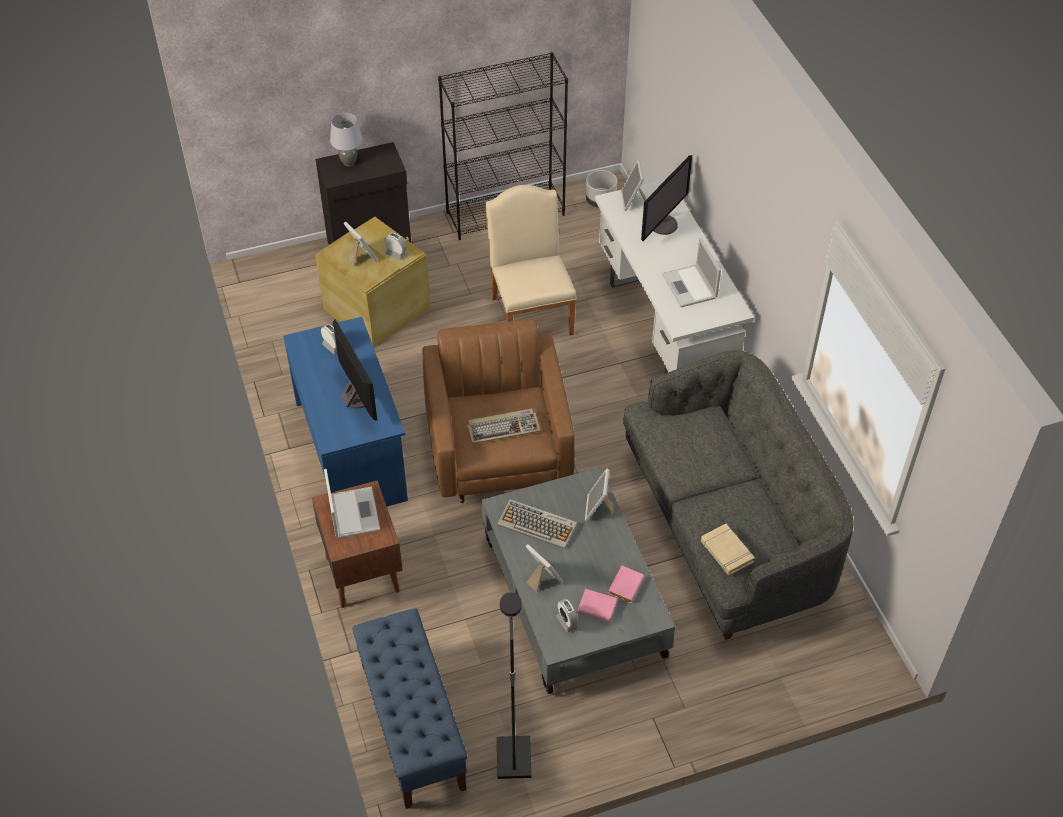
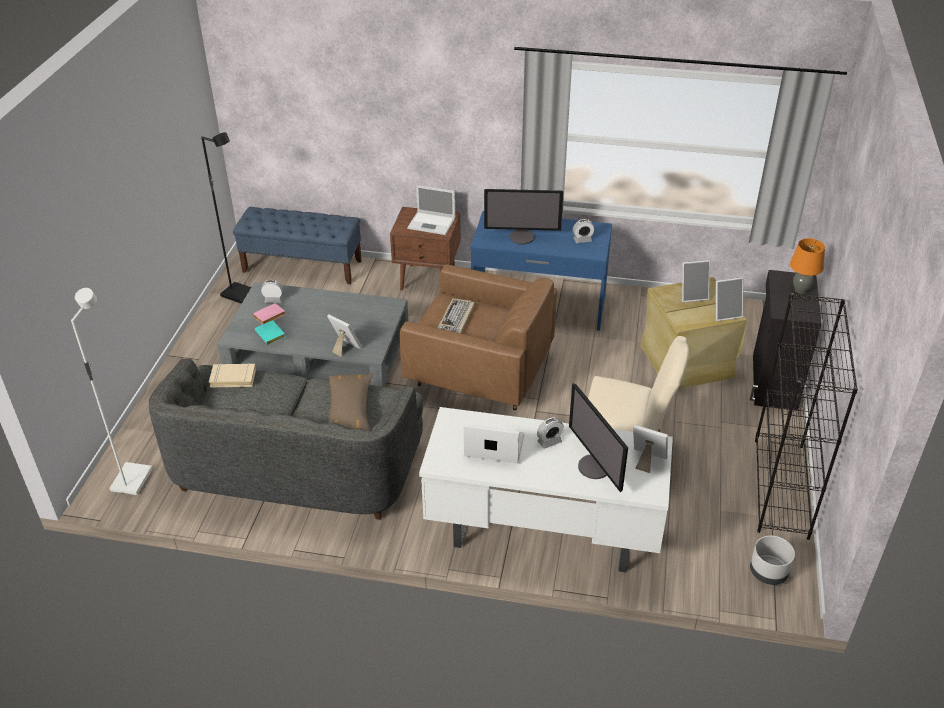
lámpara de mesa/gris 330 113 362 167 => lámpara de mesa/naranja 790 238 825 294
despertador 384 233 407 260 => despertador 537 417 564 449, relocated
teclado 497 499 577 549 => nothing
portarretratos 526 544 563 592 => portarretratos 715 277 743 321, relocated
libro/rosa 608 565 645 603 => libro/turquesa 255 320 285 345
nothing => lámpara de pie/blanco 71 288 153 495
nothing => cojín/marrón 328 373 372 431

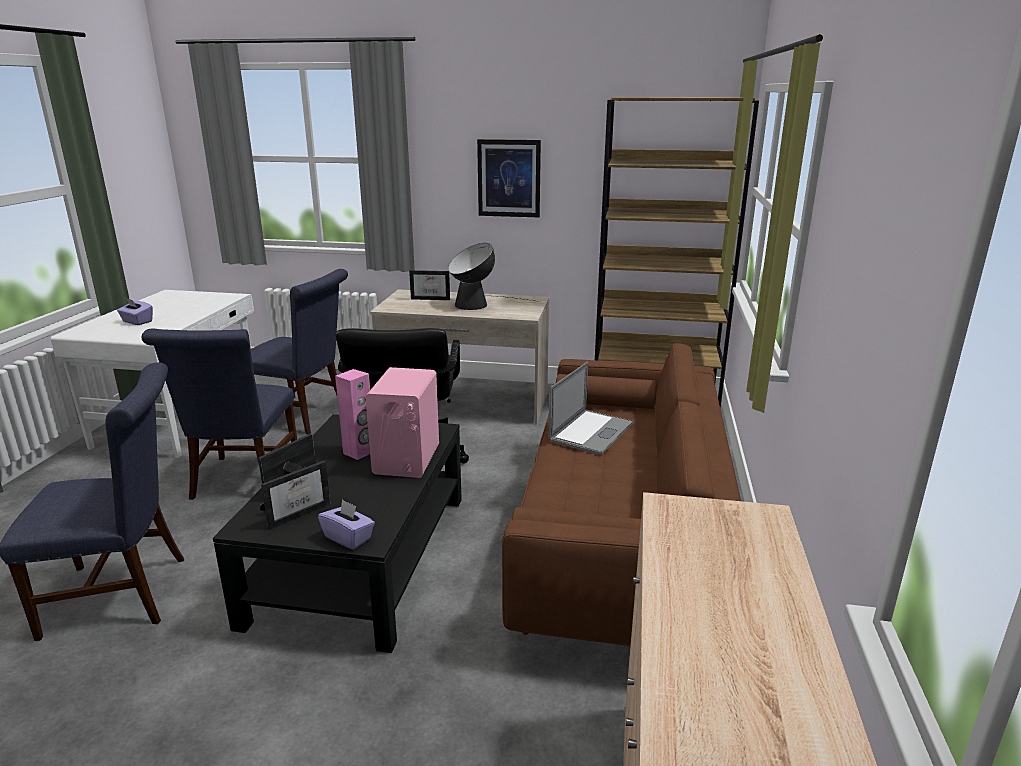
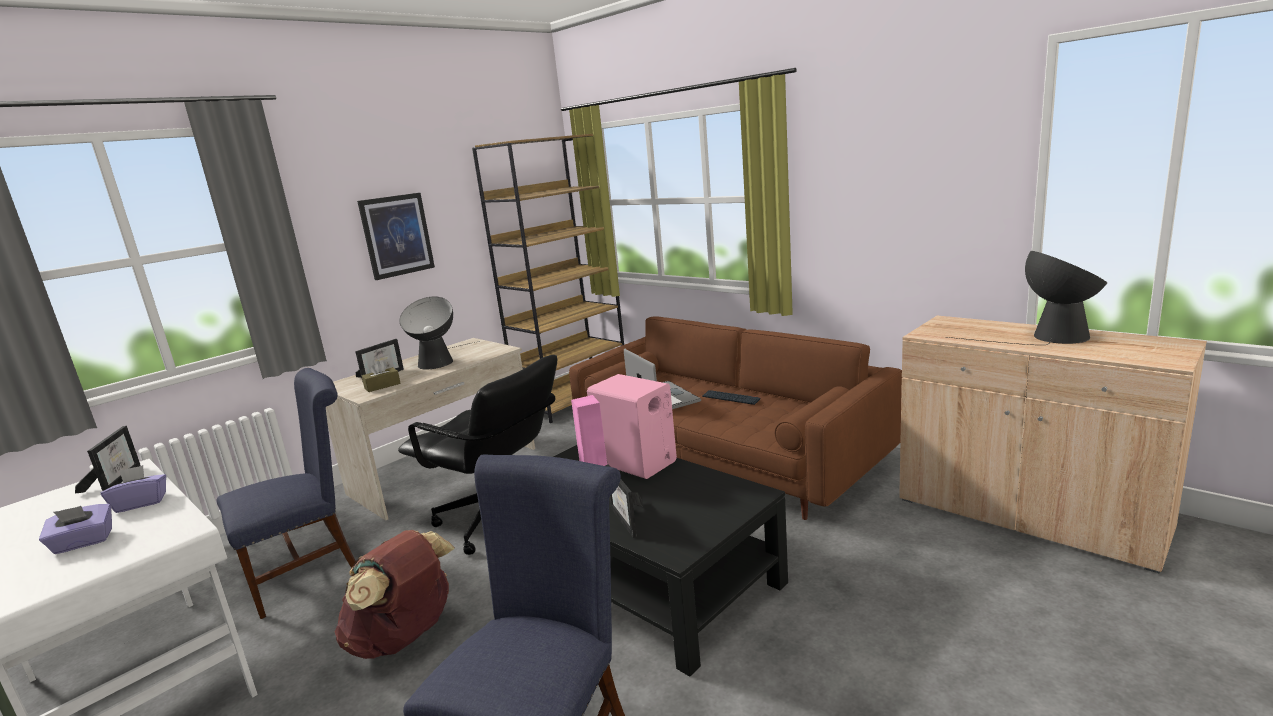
silla/azul 142 329 297 500 => mochila/marrón 334 530 455 659
portarretratos 260 461 330 529 => portarretratos 75 426 141 493, relocated
caja de pañuelos/morado 318 499 375 550 => caja de pañuelos/morado 100 465 166 513, relocated
nothing => lámpara de mesa 947 251 1107 345
nothing => caja de pañuelos/marrón 362 361 401 392
nothing => teclado 702 390 760 405

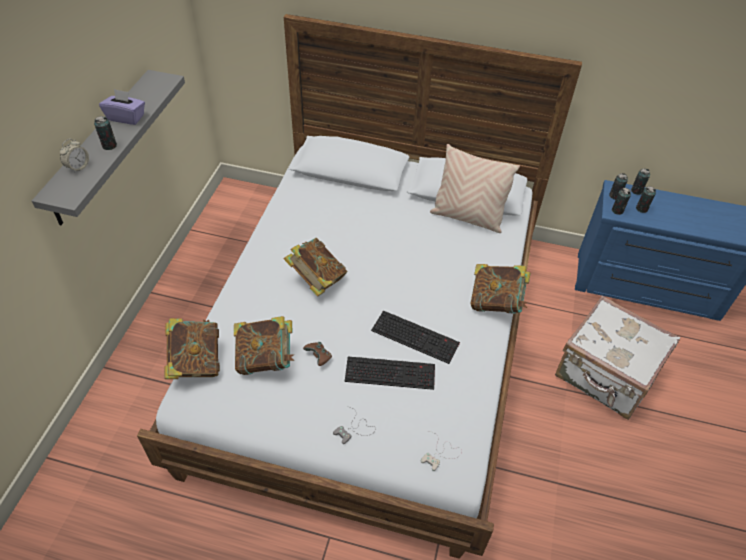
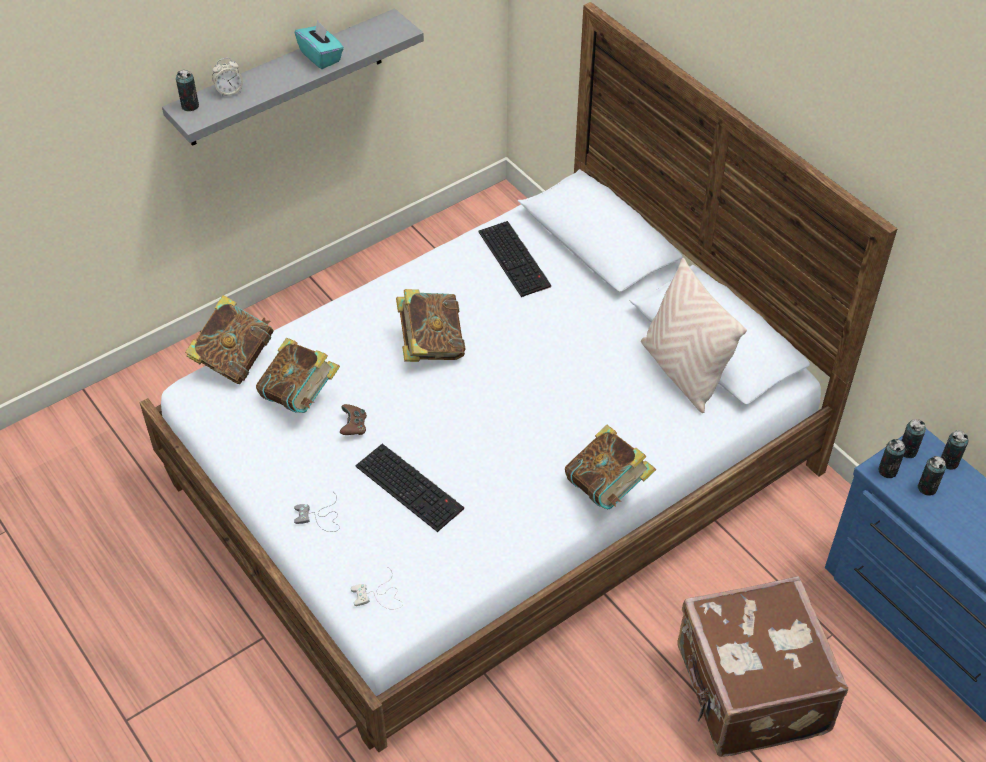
caja de pañuelos/morado 99 89 145 125 => caja de pañuelos/turquesa 295 20 344 69
lata 94 116 117 150 => lata 176 70 199 111, relocated
maleta/blanco 555 296 680 420 => maleta/marrón 677 576 848 757
teclado 371 311 460 364 => teclado 478 221 551 297, relocated

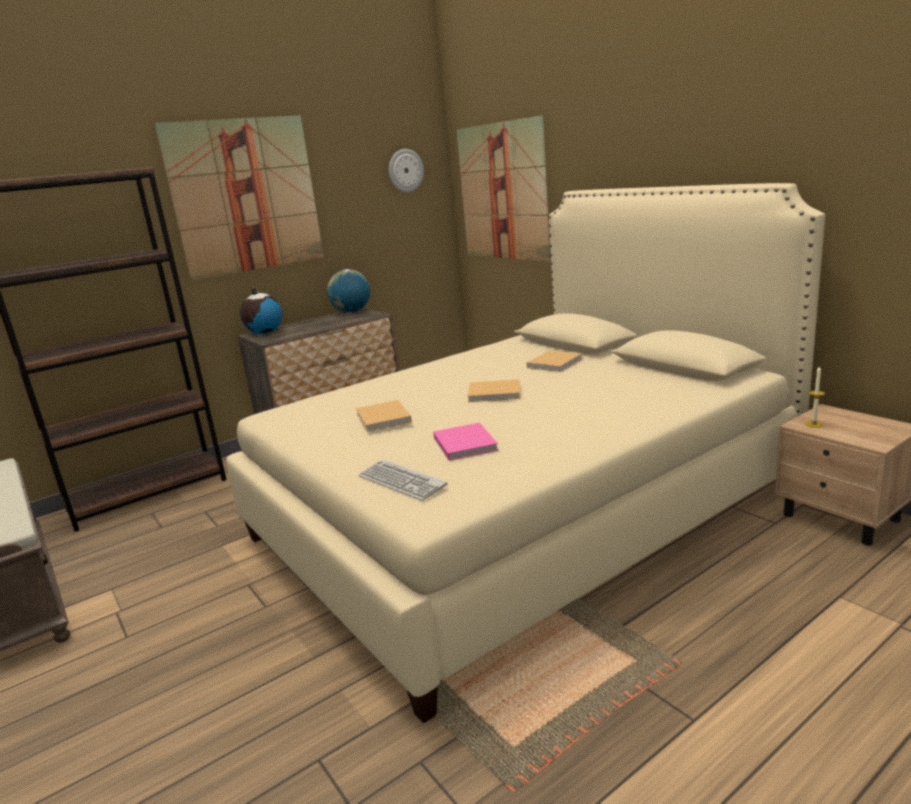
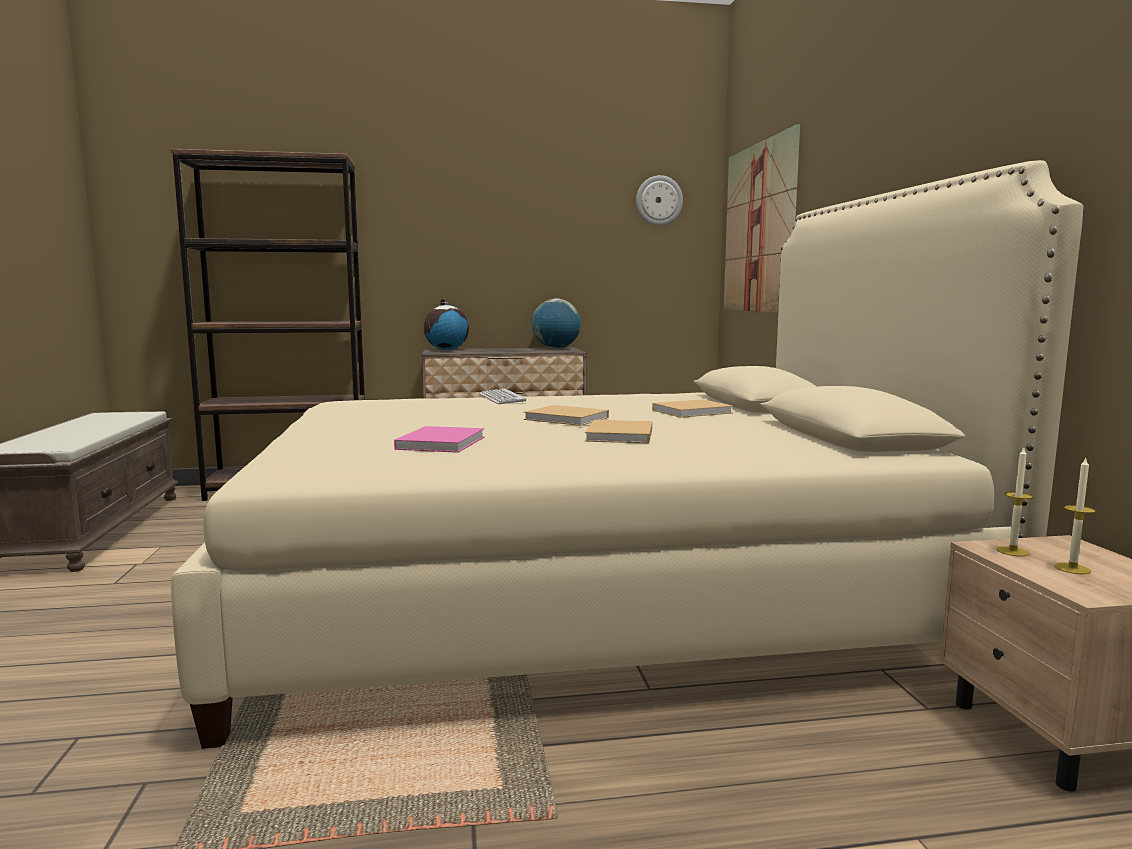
cuadro 154 115 324 281 => nothing
libro/beis 356 400 412 432 => libro/beis 585 420 652 443, relocated
teclado 358 459 447 501 => teclado 479 389 526 404, relocated
nothing => vela 1055 458 1096 574

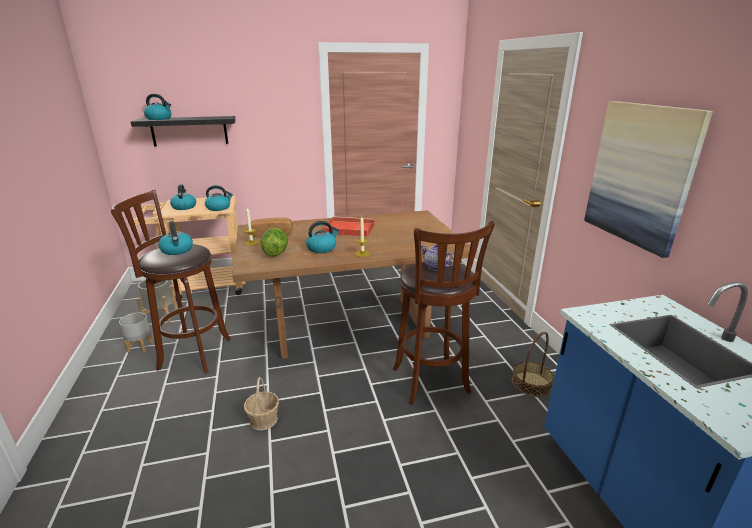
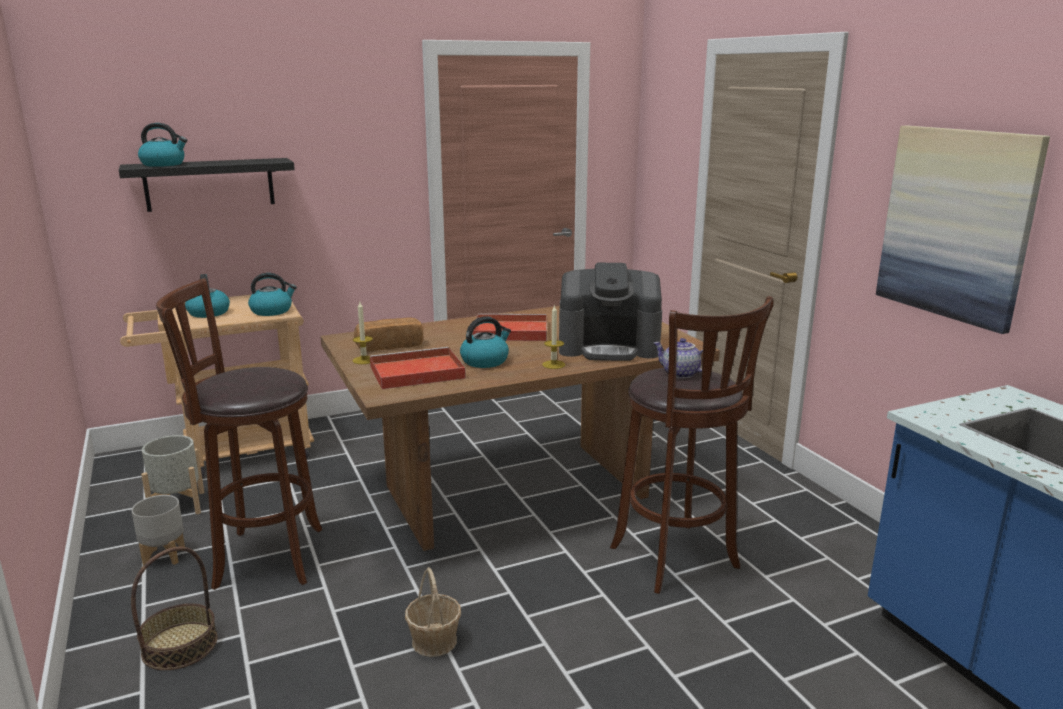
hervidor 158 221 193 255 => nothing
lechuga 260 228 288 257 => bandeja/rojo 370 347 466 389
cesta 512 332 554 397 => cesta 131 547 218 670, relocated
nothing => cafetera 559 263 662 361

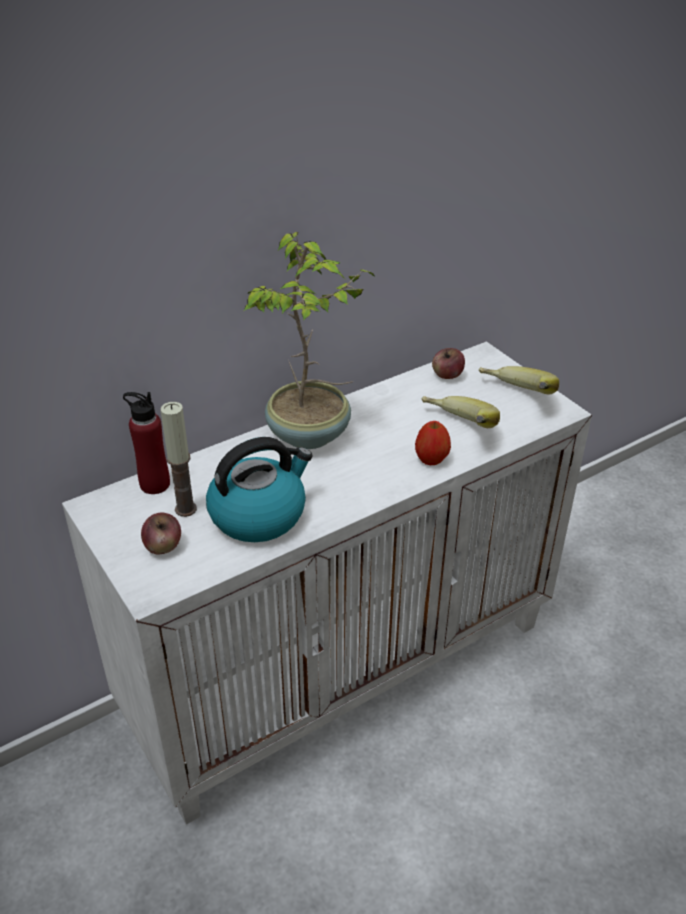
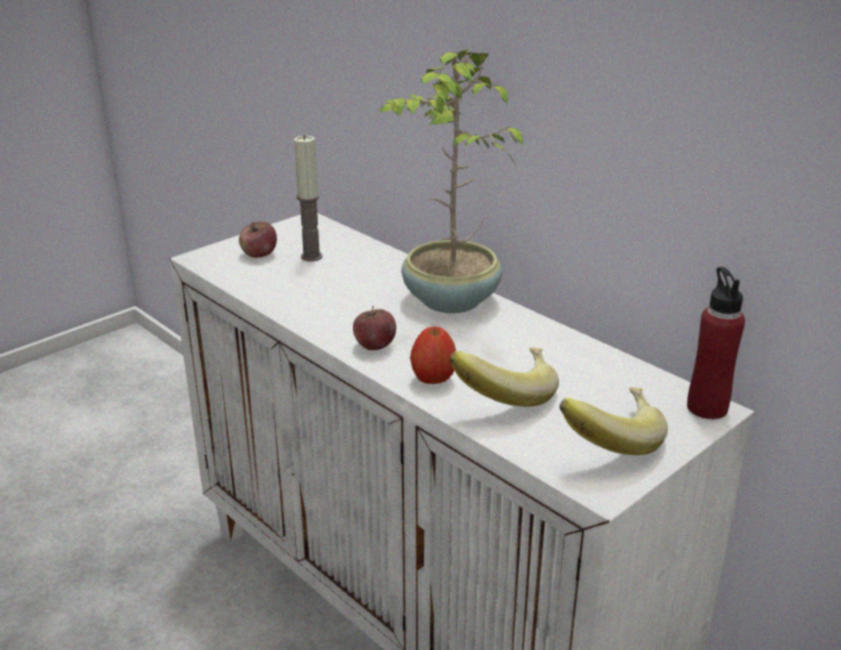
manzana 432 348 465 379 => manzana 353 306 396 350, relocated
botella/rojo 123 392 170 494 => botella/rojo 687 267 745 419, relocated
hervidor 206 437 313 542 => nothing

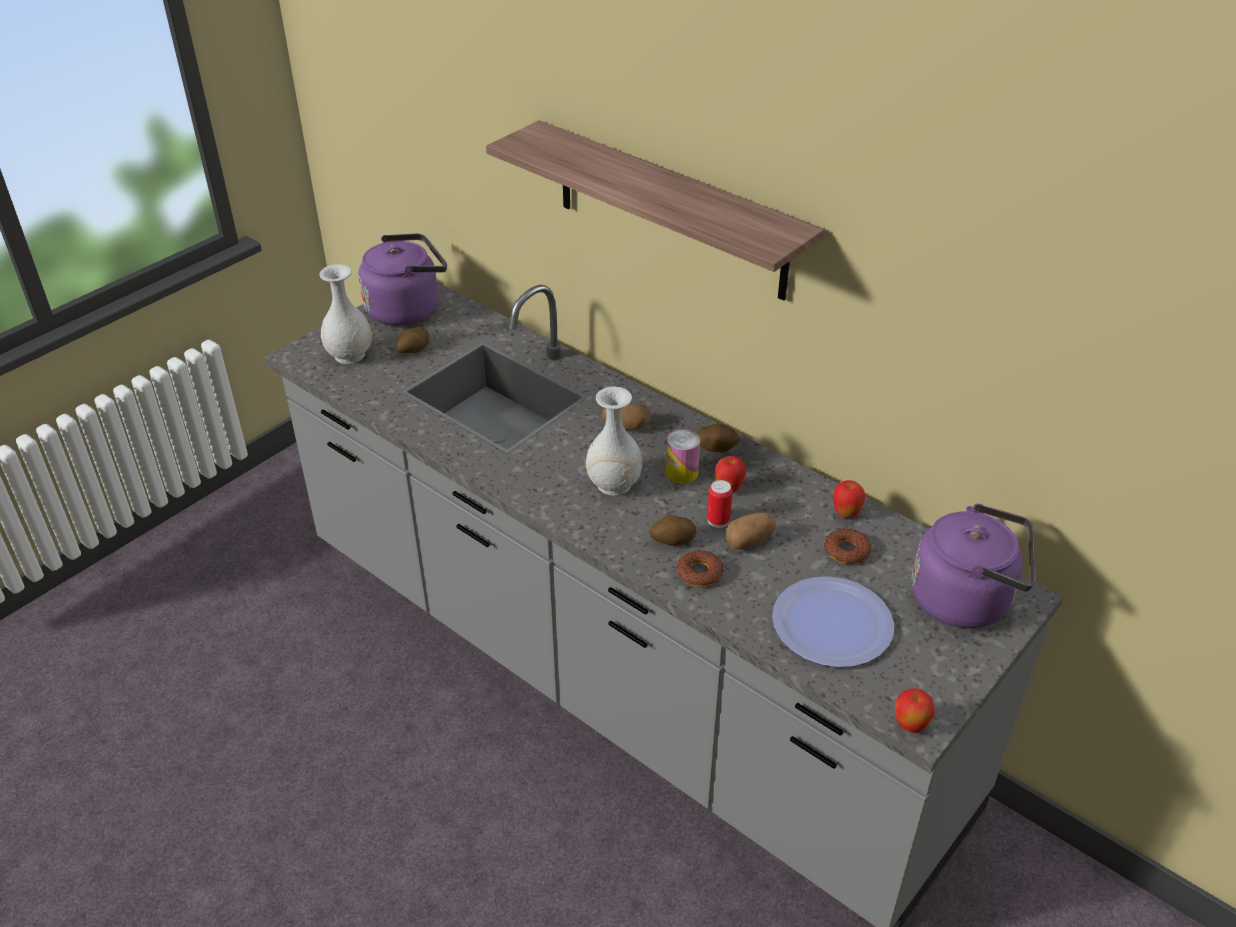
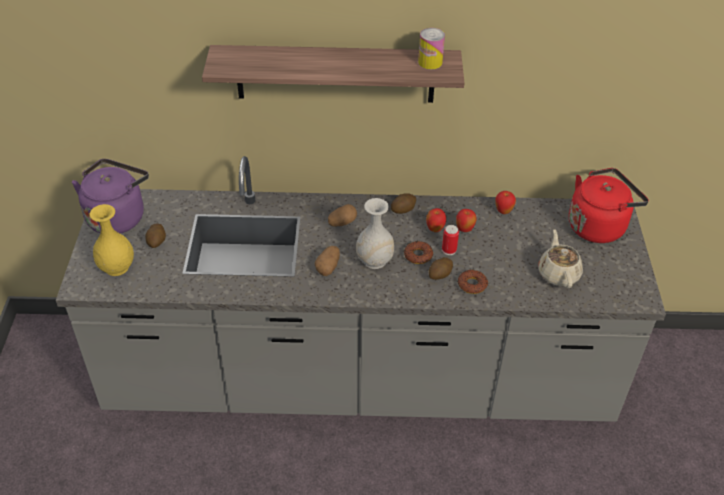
florero/blanco 320 264 372 364 => florero/amarillo 90 204 134 276
lata 666 429 700 484 => lata 418 28 445 69, relocated
hervidor/morado 912 504 1035 629 => hervidor/rojo 569 168 649 243
patata 726 513 776 549 => patata 315 246 340 276, relocated
rosquilla 824 528 871 564 => rosquilla 404 241 433 264, relocated
plato 772 577 894 667 => tetera/beis 538 229 583 288
manzana 895 689 935 733 => manzana 456 209 477 232, relocated

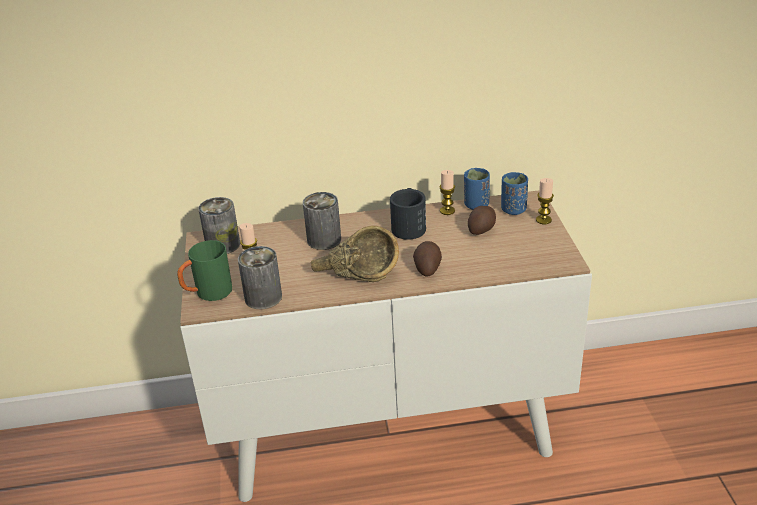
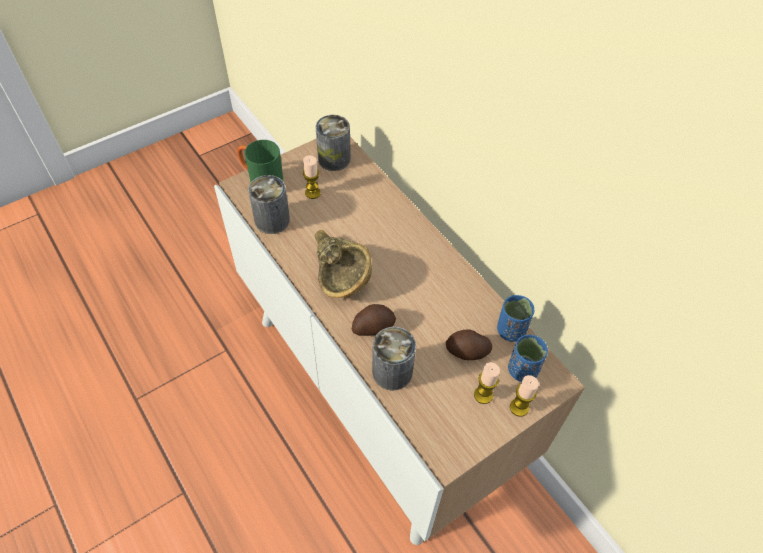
vela 439 170 455 215 => vela 474 362 500 404, relocated
taza grande/negro 390 188 426 240 => nothing
lata 303 192 341 250 => lata 372 327 416 391, relocated

